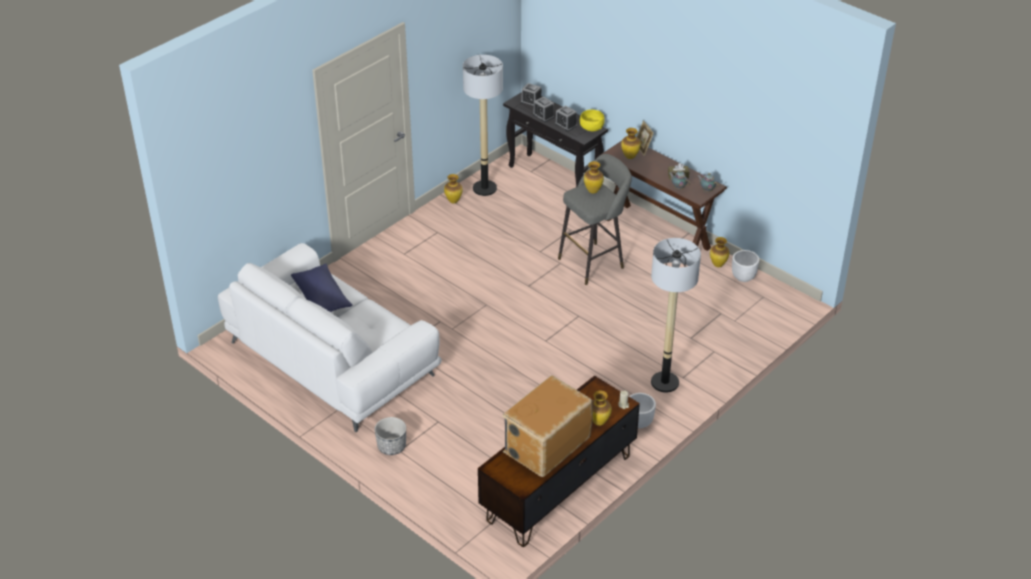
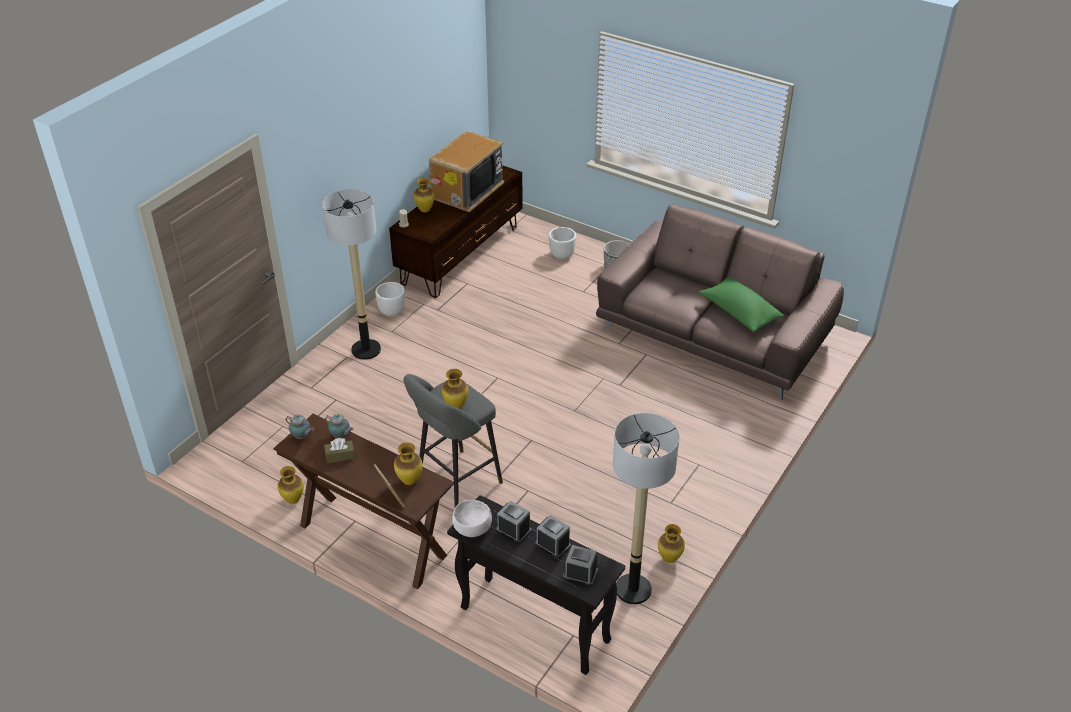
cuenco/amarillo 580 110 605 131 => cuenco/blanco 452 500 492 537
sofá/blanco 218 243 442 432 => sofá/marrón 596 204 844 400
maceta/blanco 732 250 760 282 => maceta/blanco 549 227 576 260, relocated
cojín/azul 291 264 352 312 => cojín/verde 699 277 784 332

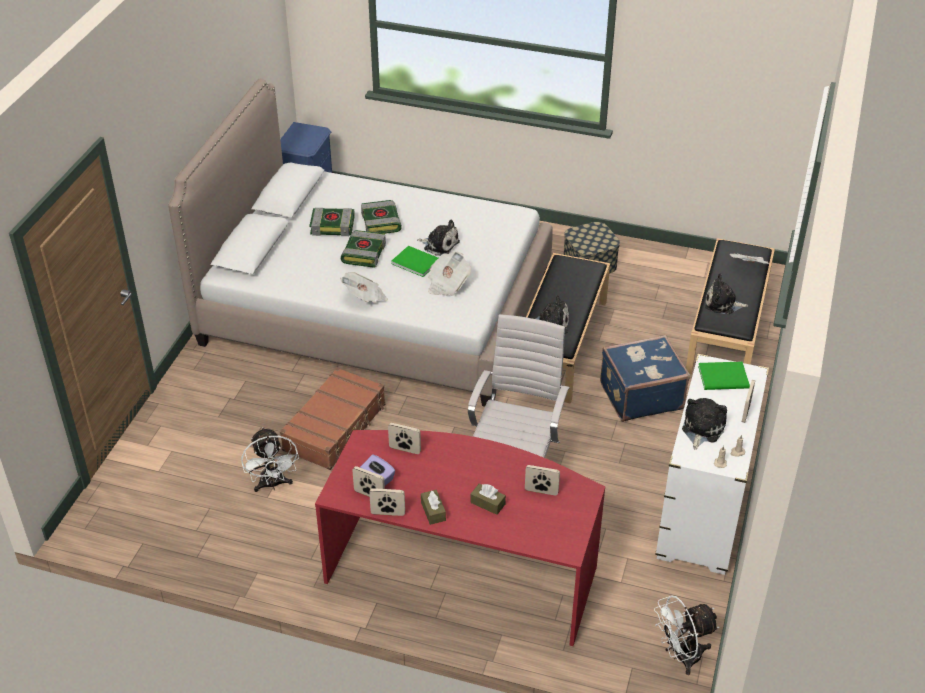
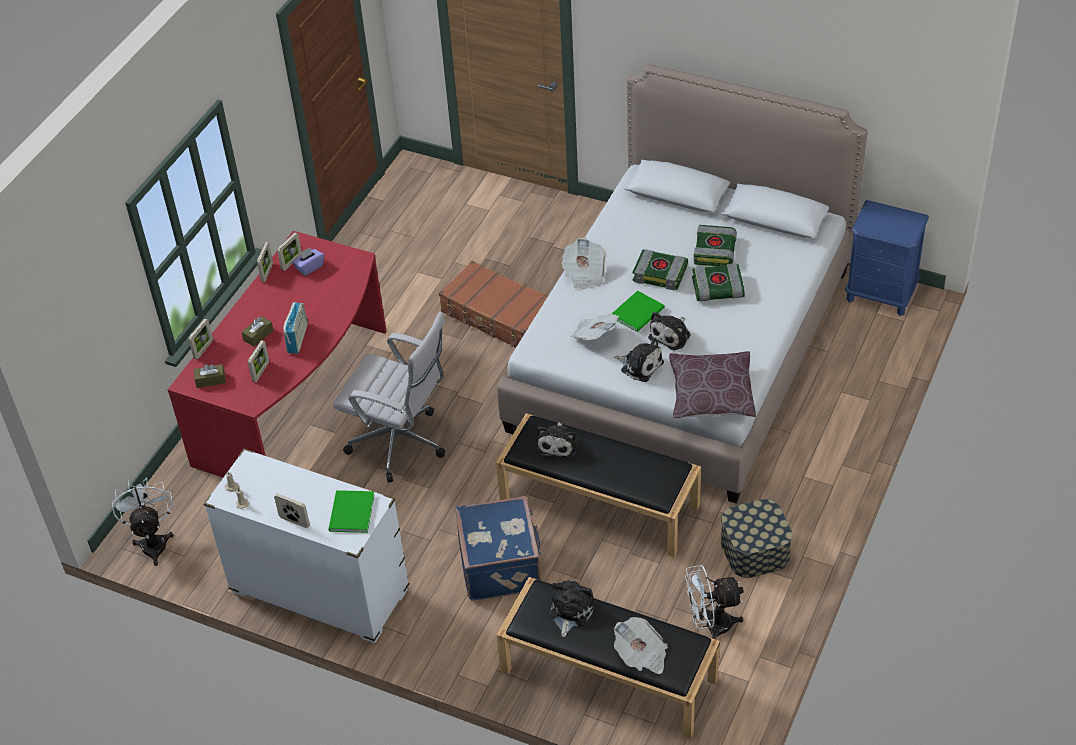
peluche 682 398 727 450 => peluche 614 338 664 382, relocated
portarretratos 388 423 421 454 => portarretratos 188 319 213 359, relocated
ventilador/blanco 241 427 299 492 => ventilador/blanco 685 565 744 639, relocated
caja de pañuelos/marrón 421 490 446 525 => caja de pañuelos/marrón 194 364 226 388, relocated
nothing => radio 283 302 308 354
nothing => cojín/marrón 669 351 756 419

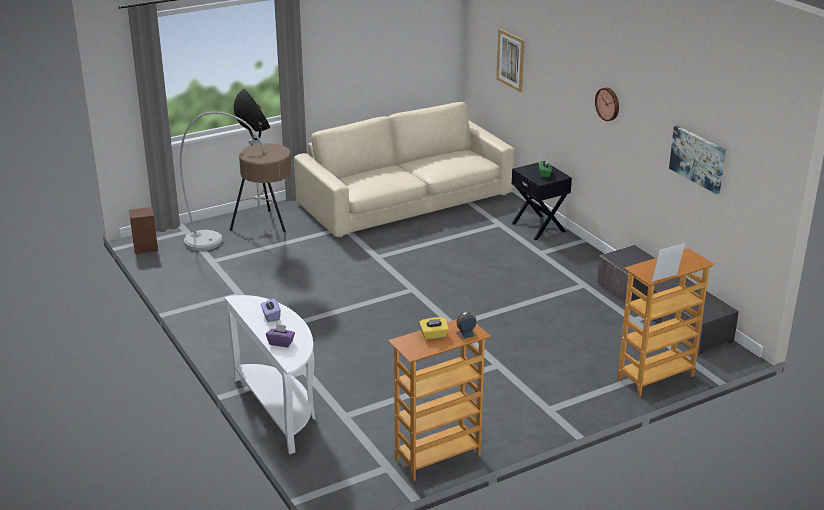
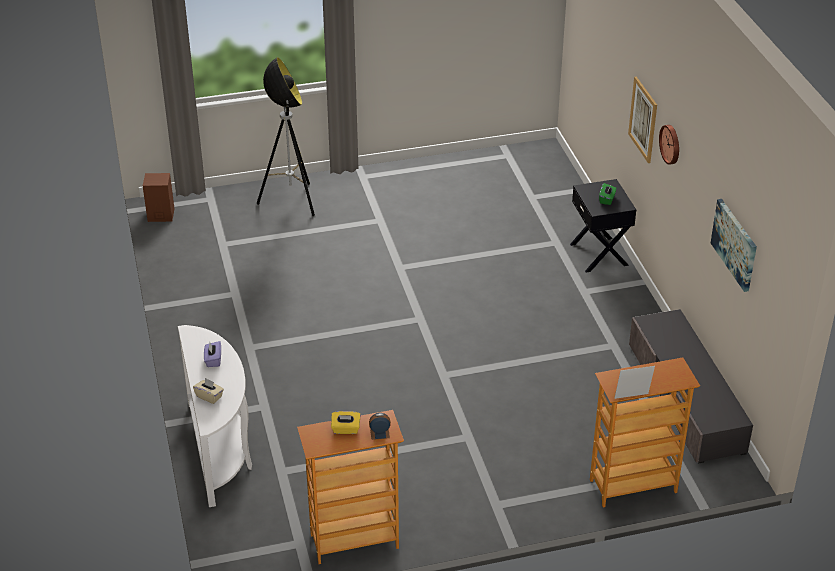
cuadro 496 29 525 92 => cuadro 628 77 657 163, relocated
sofá/beis 294 102 515 237 => nothing
lámpara de pie 180 112 292 251 => nothing
caja de pañuelos/morado 266 324 295 347 => caja de pañuelos/beis 193 378 224 404

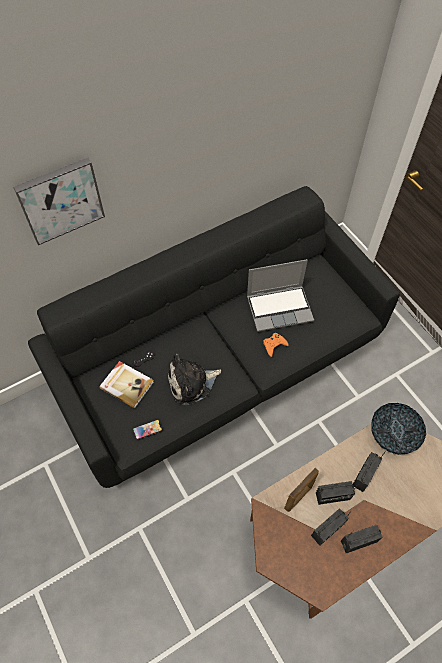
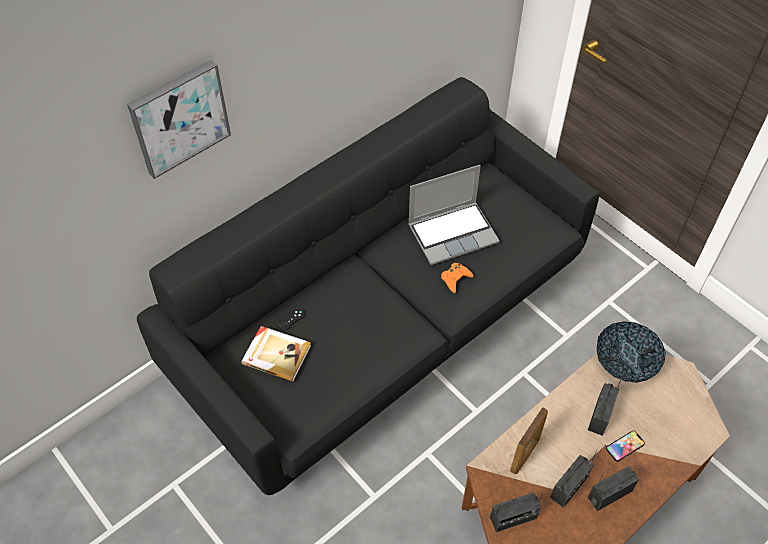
peluche 167 353 221 405 => nothing
móvil 133 419 162 440 => móvil 606 430 645 462, relocated
radio 316 481 357 505 => radio 490 492 543 532, relocated

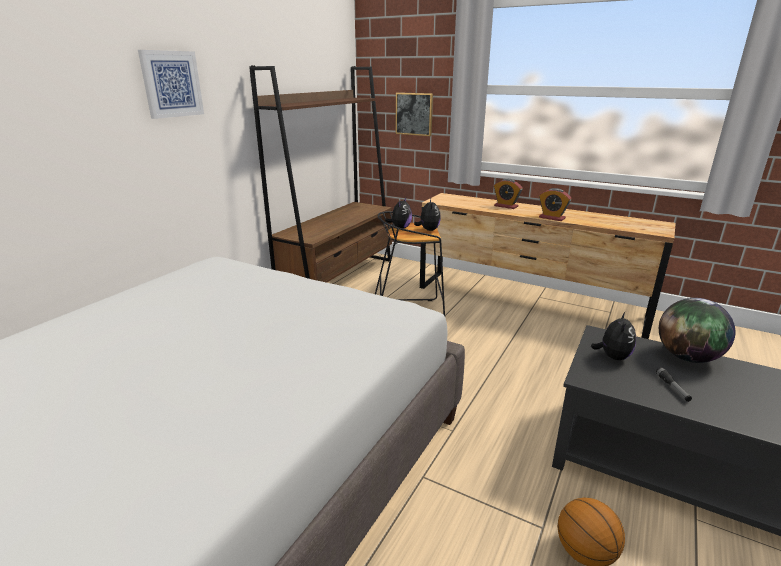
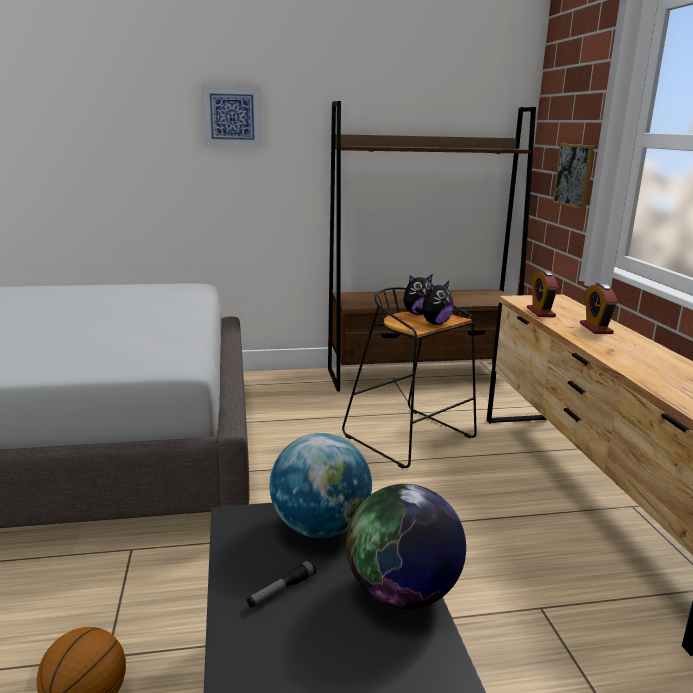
despertador 539 188 572 221 => despertador 527 270 558 317, relocated
peluche 591 312 636 360 => globo terráqueo 270 433 372 538

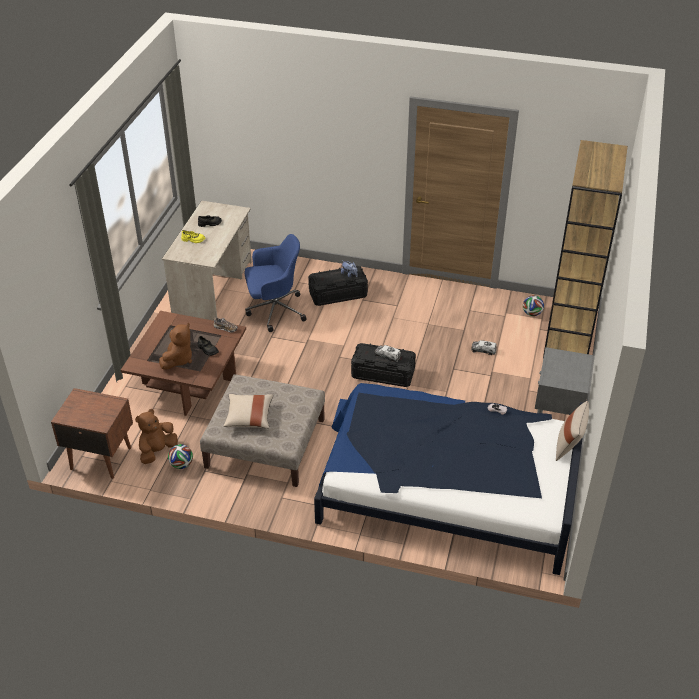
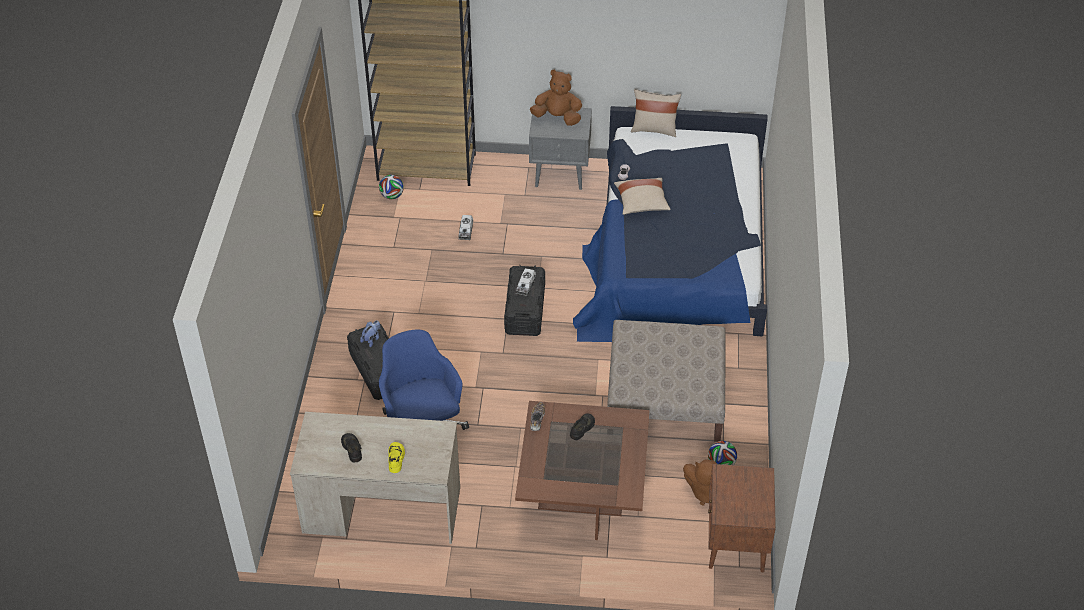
peluche/marrón 159 323 192 370 => peluche/marrón 530 70 582 126, relocated
cojín/beis 223 394 273 429 => cojín/beis 614 178 671 215, relocated

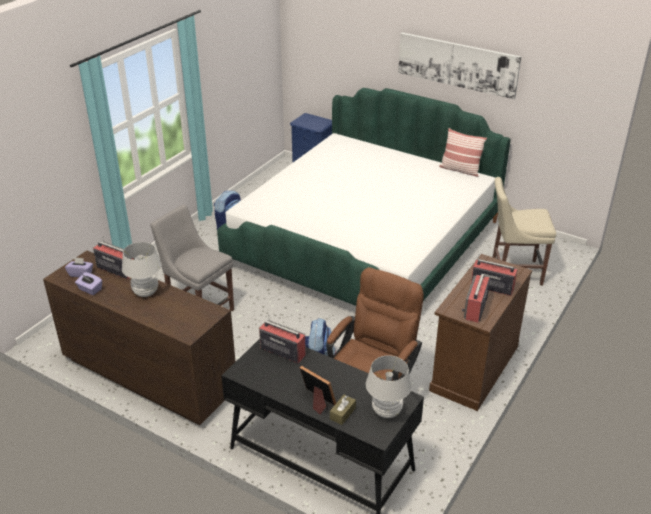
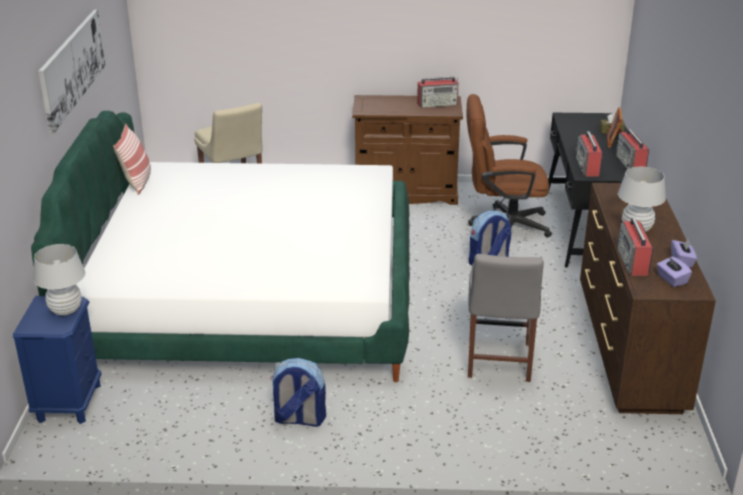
radio 471 255 518 296 => radio 616 129 649 170, relocated
lámpara de mesa/blanco 366 355 412 418 => lámpara de mesa/blanco 33 244 85 316, relocated

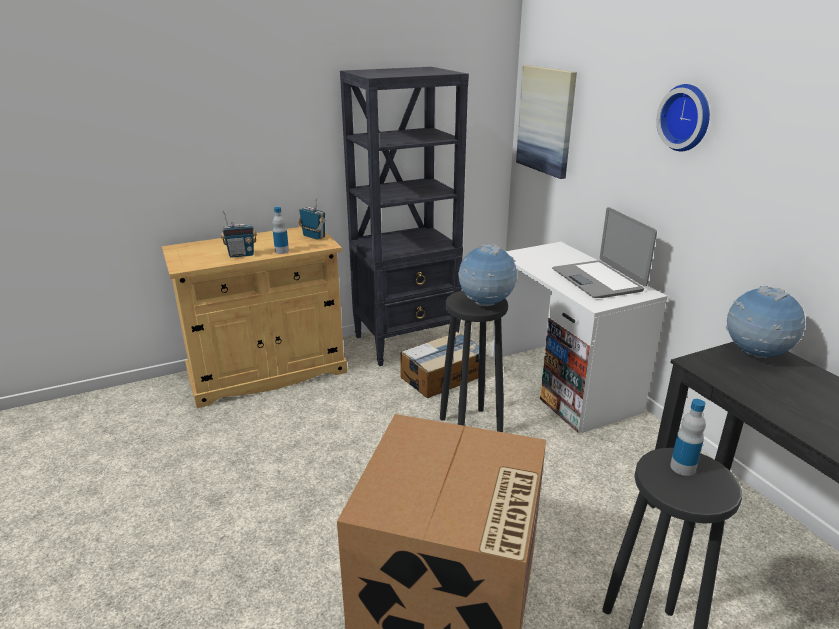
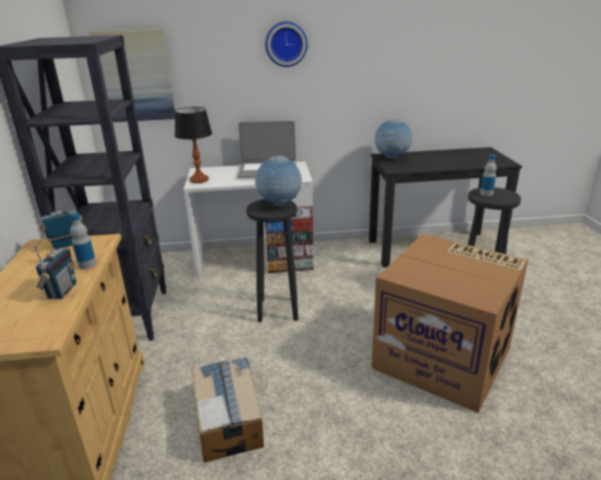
caja de cartón 400 332 479 398 => caja de cartón 192 357 264 463, relocated
nothing => lámpara de mesa 175 107 212 183

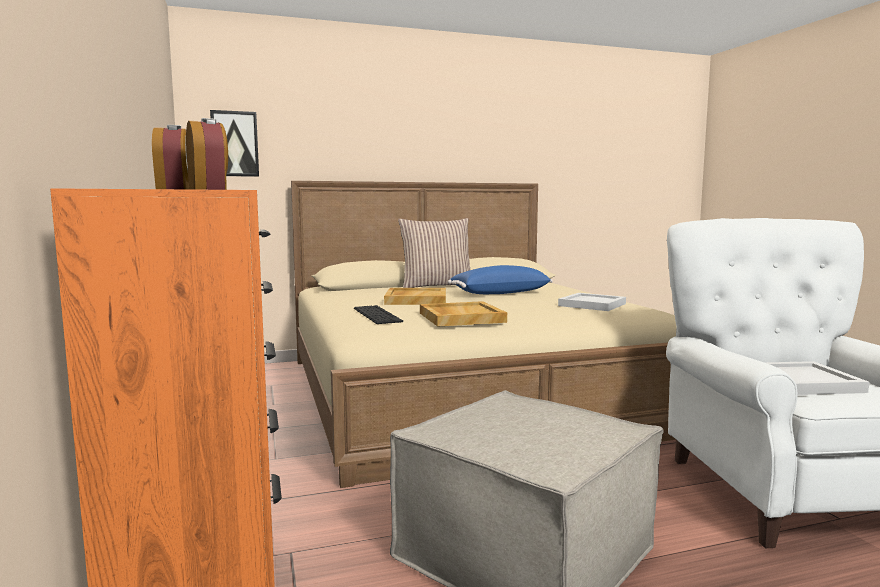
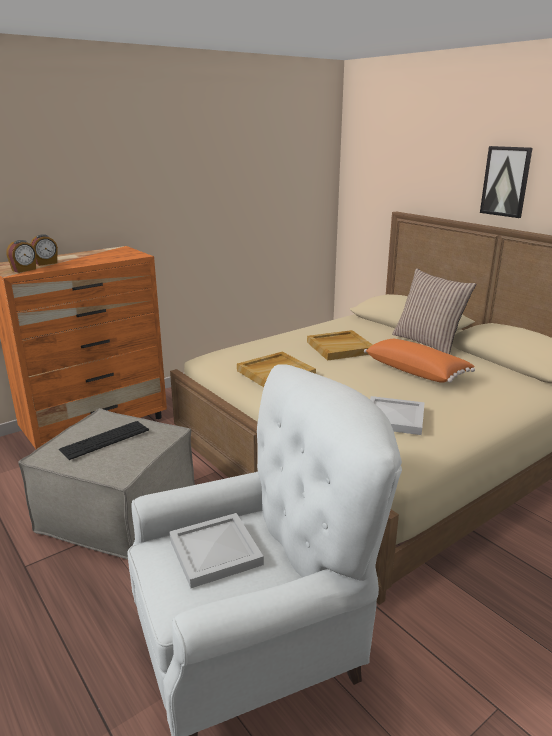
cuadro 210 110 259 177 => cuadro 480 146 532 218, relocated
cojín/azul 448 265 553 294 => cojín/naranja 364 339 475 383
teclado 354 305 403 324 => teclado 59 421 149 460, relocated

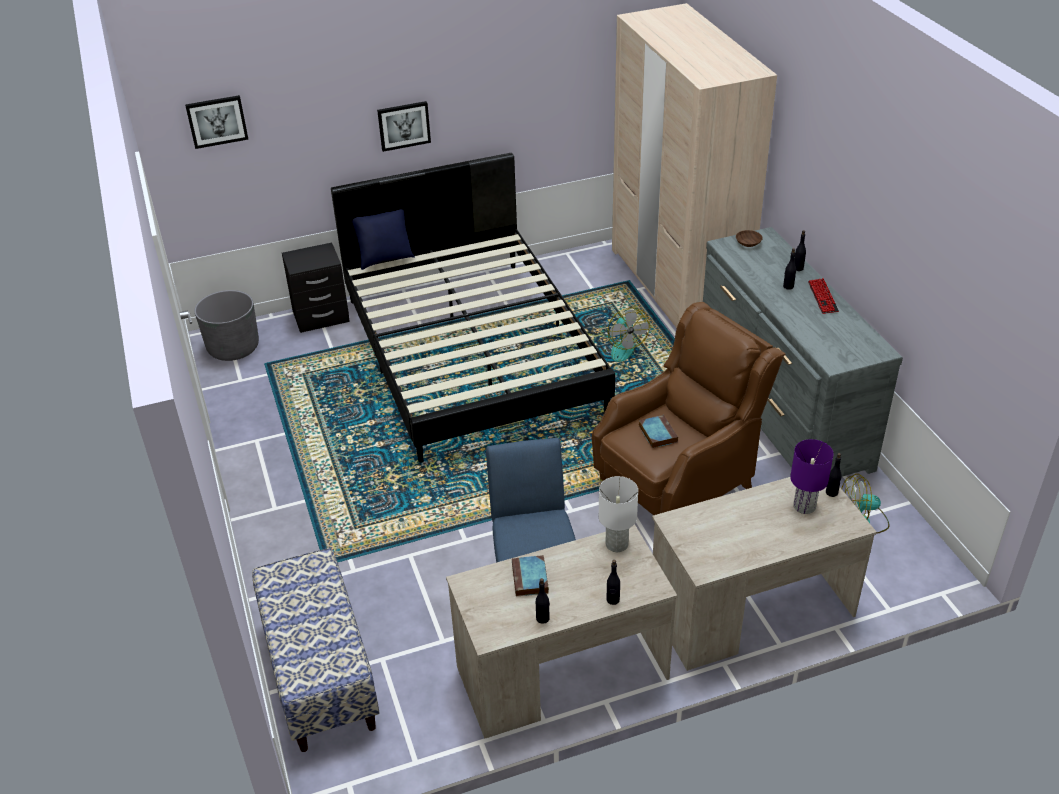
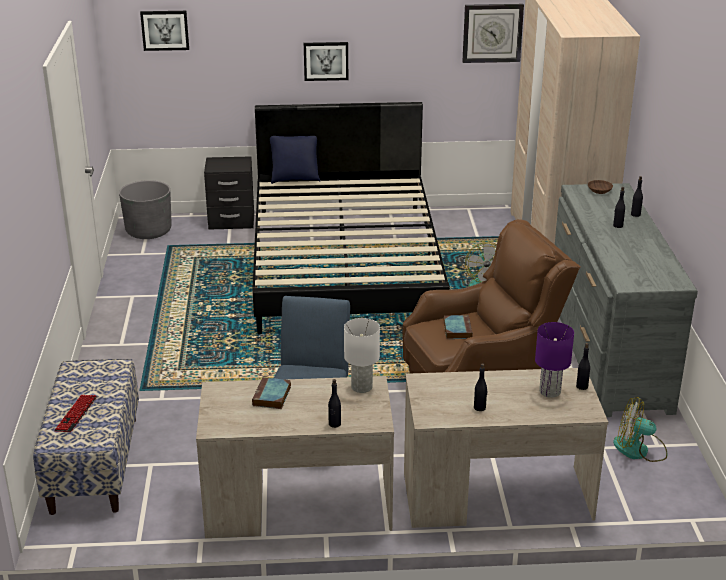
teclado 808 278 839 314 => teclado 54 395 97 432, relocated
botella/negro 536 578 550 624 => botella/negro 474 363 487 411, relocated
nothing => reloj de pared 462 4 524 63

